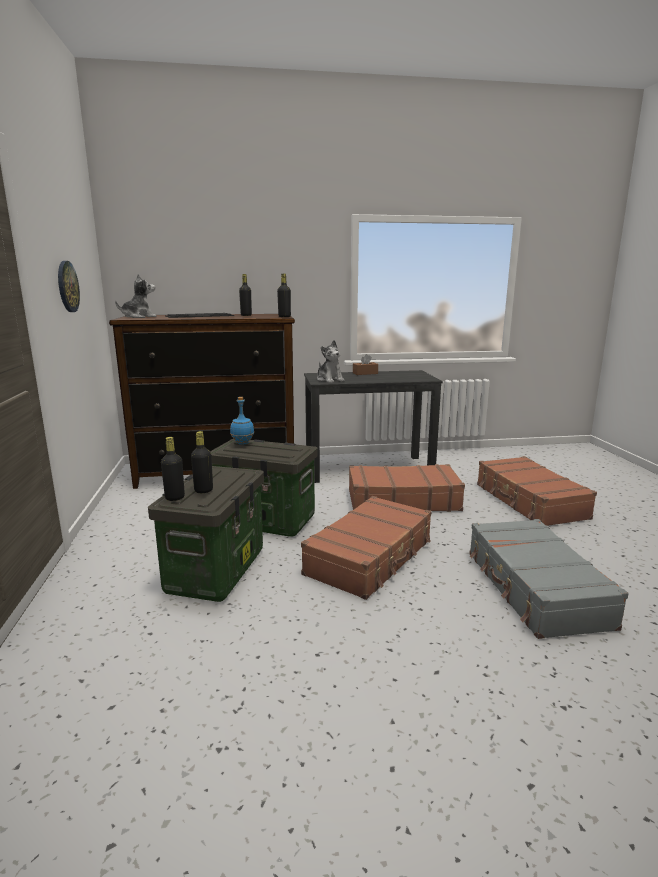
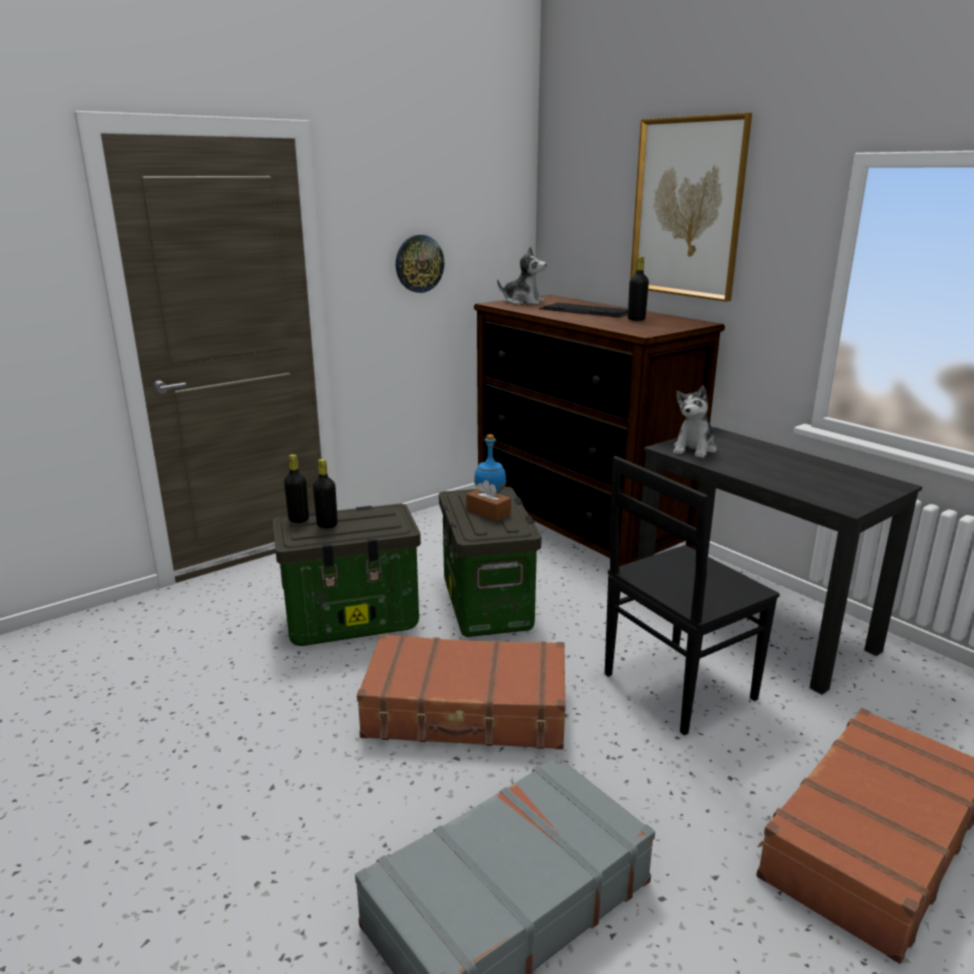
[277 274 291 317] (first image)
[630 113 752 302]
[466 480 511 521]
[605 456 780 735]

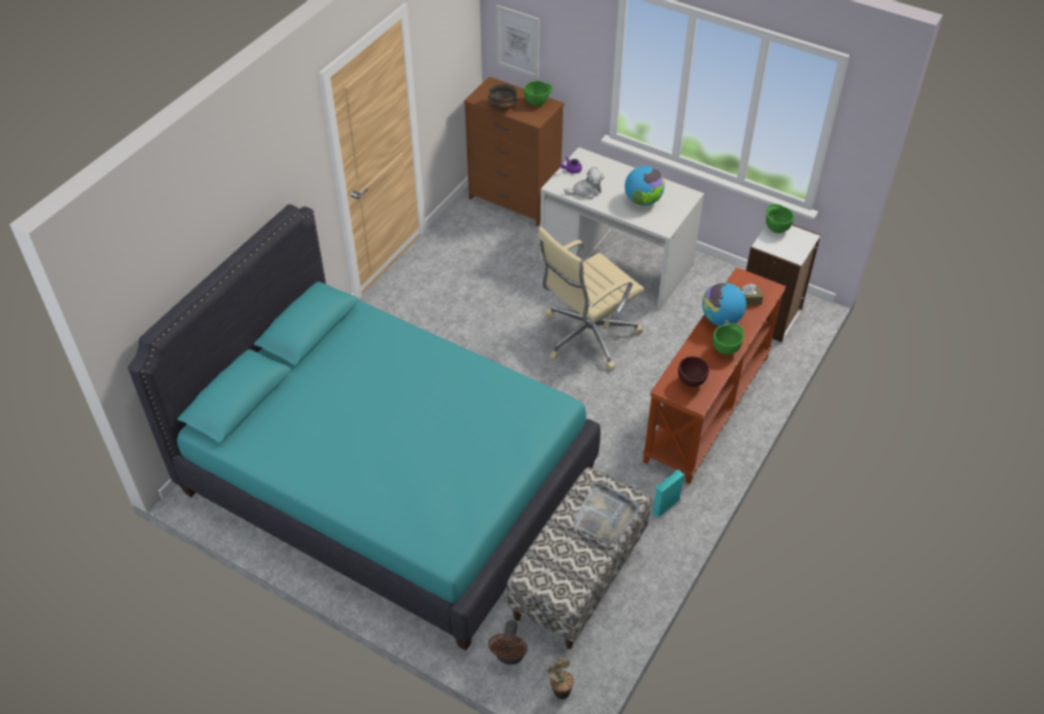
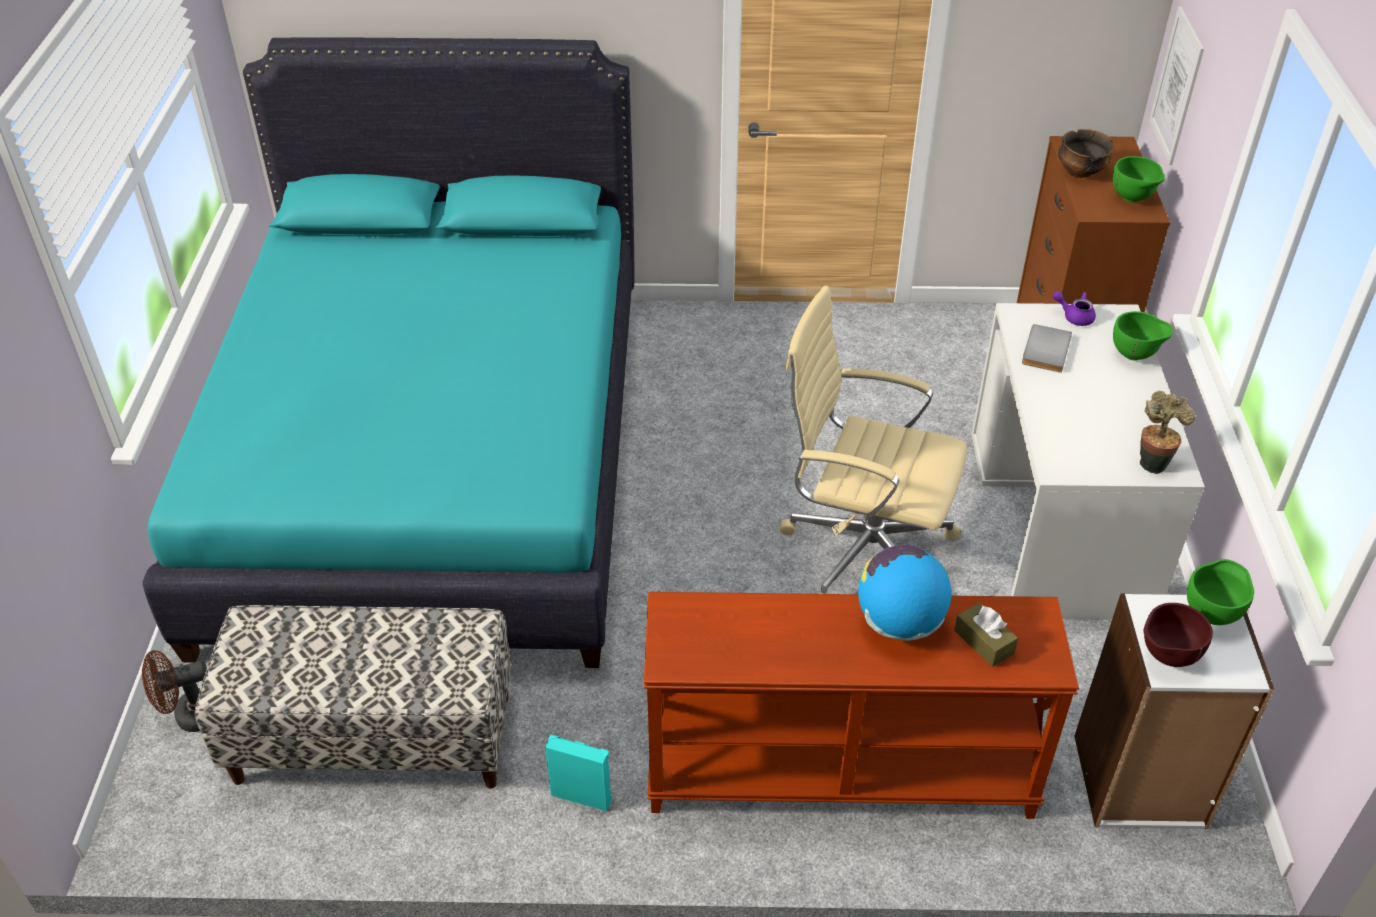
[572 481 640 545] (first image)
[625 166 665 206] (first image)
[1140 391 1195 474]
[1143 603 1213 667]
[1113 311 1173 360]
[1022 324 1072 373]

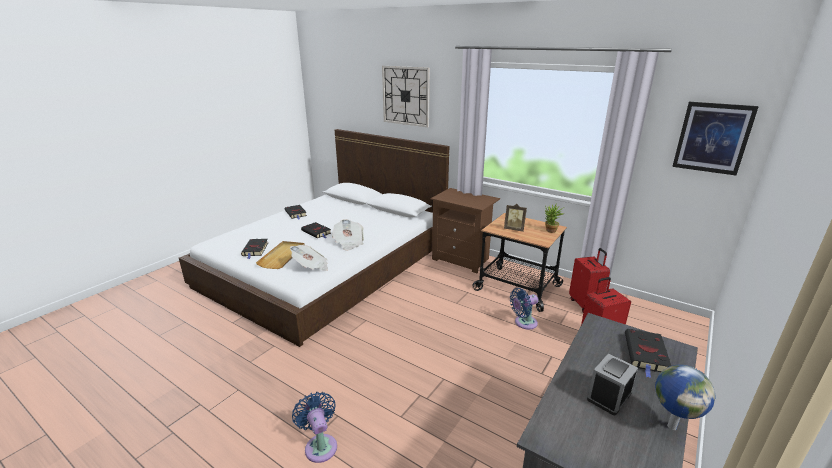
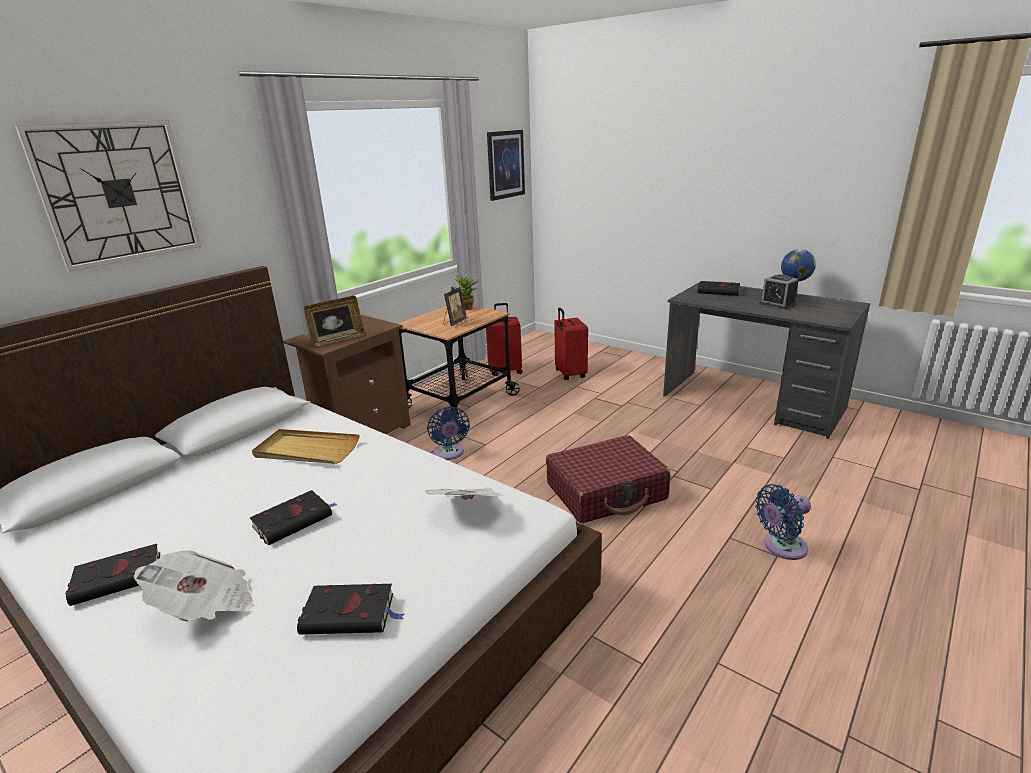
[304 296 365 346]
[546 435 670 523]
[252 429 359 464]
[134 550 254 622]
[427 407 470 460]

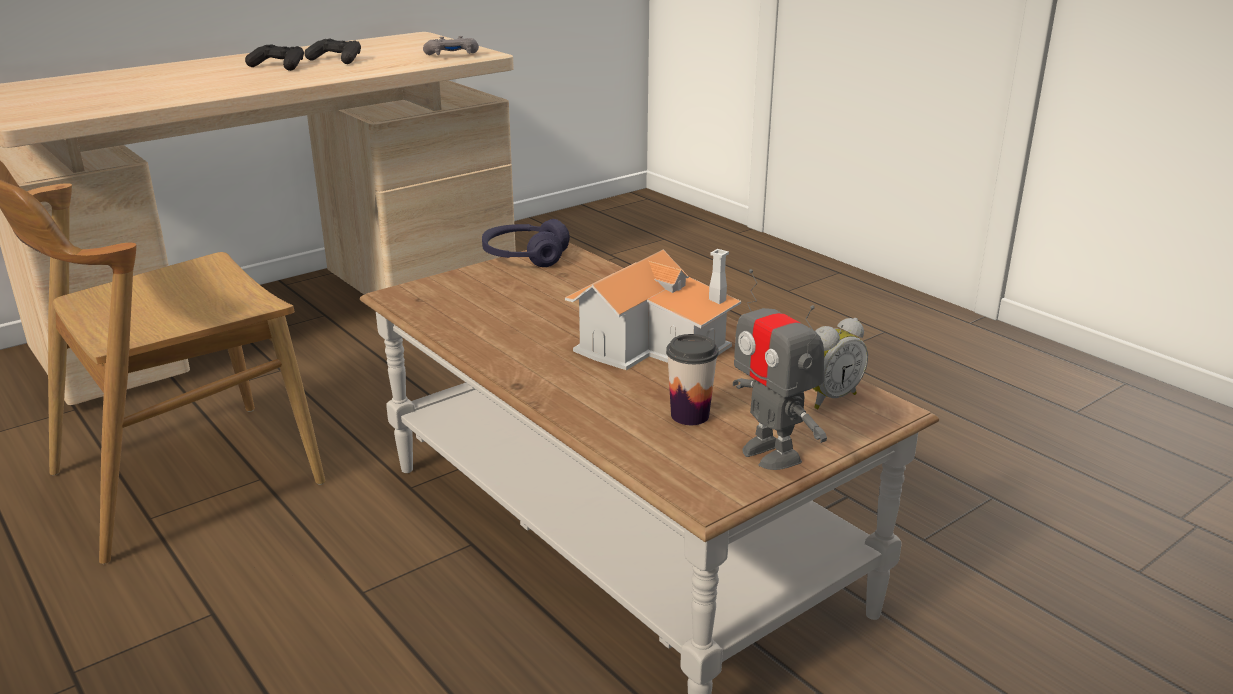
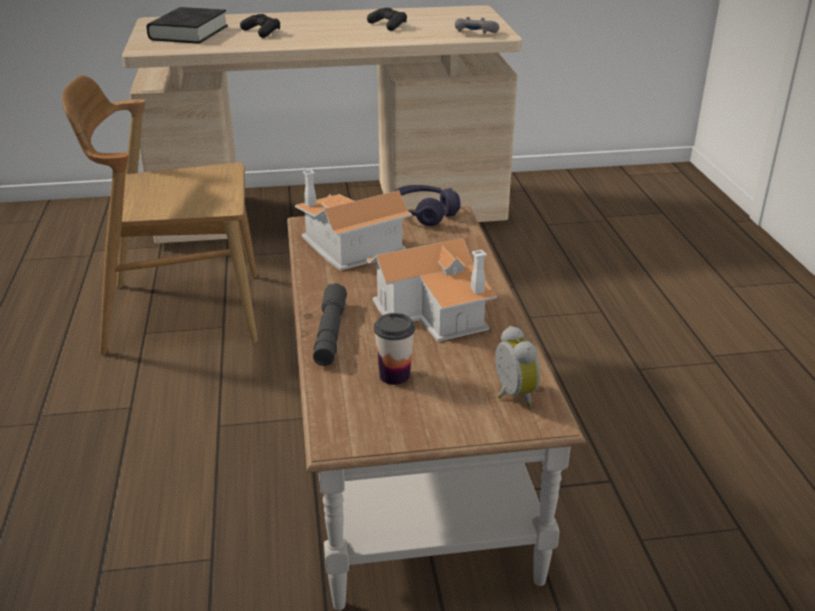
[733 269 827 470] (first image)
[146 7 228 44]
[295 170 412 271]
[313 283 347 366]
[240 14 280 38]
[495 326 540 407]

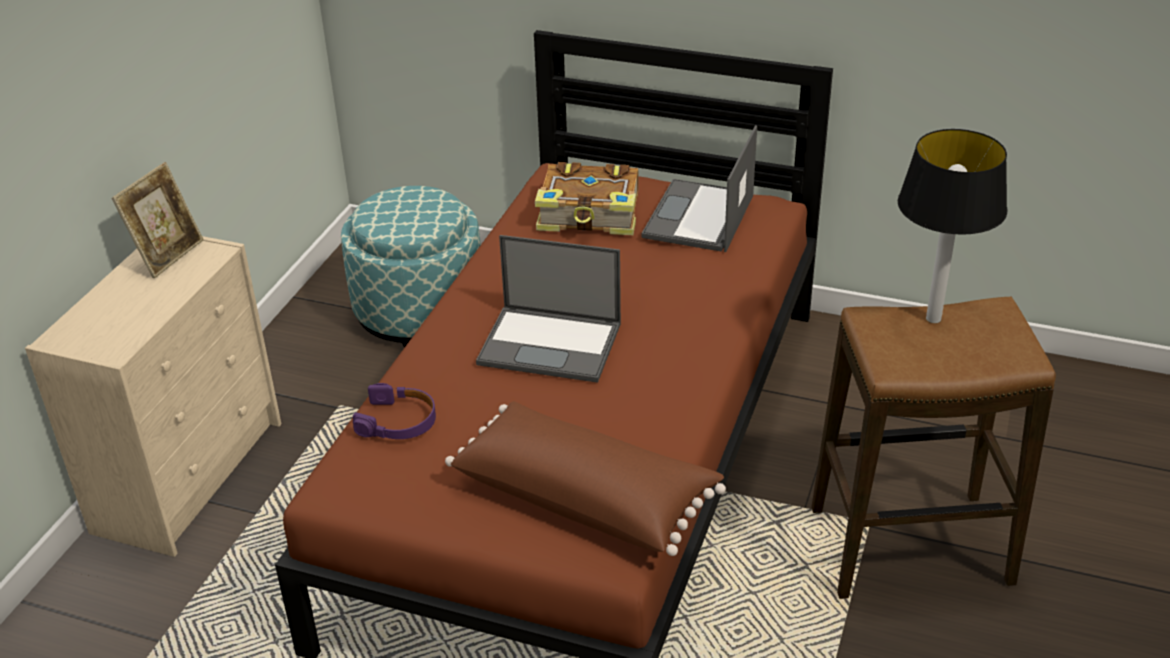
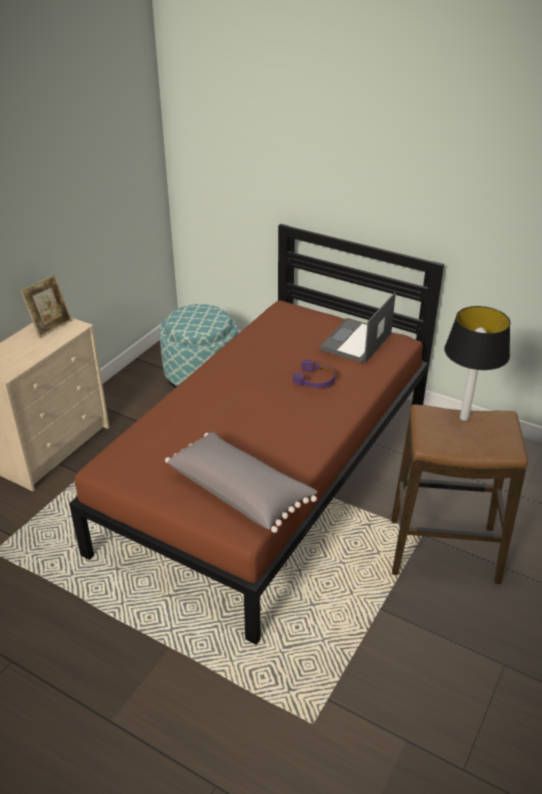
[476 235 621 383] (first image)
[535 162 639 235] (first image)
[293 360 335 388]
[165 432 317 533]

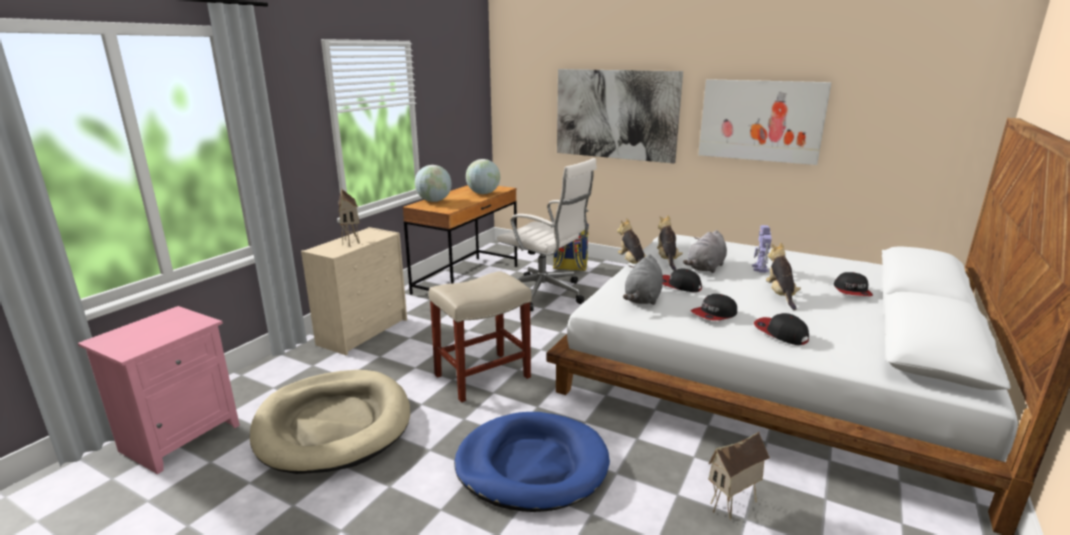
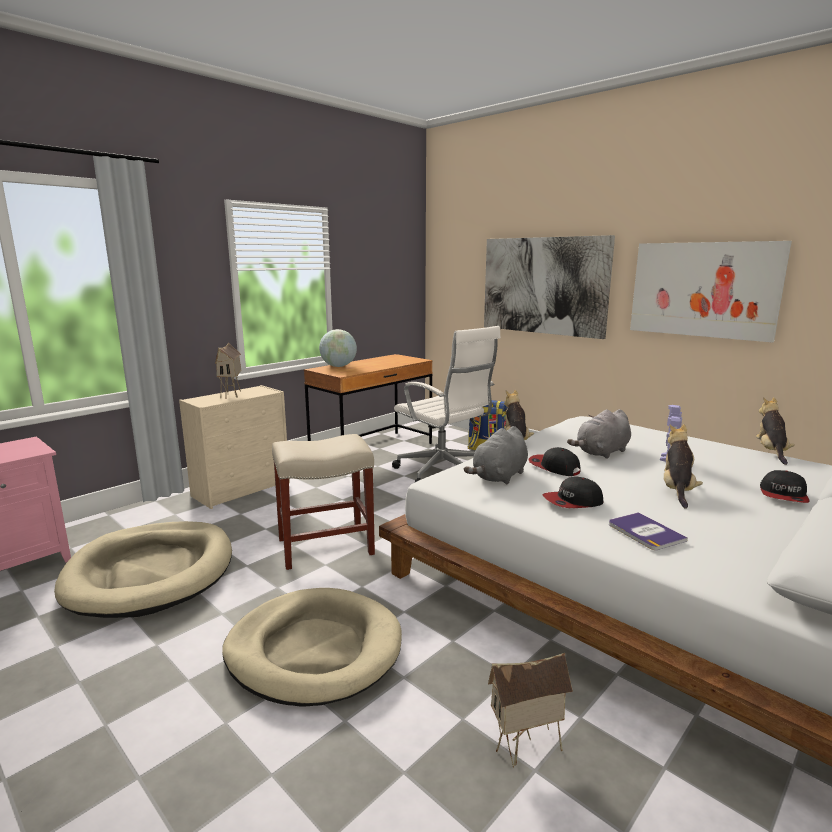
[466 159 500 194] (first image)
[756 397 795 465]
[609 512 688 550]
[222 588 402 707]

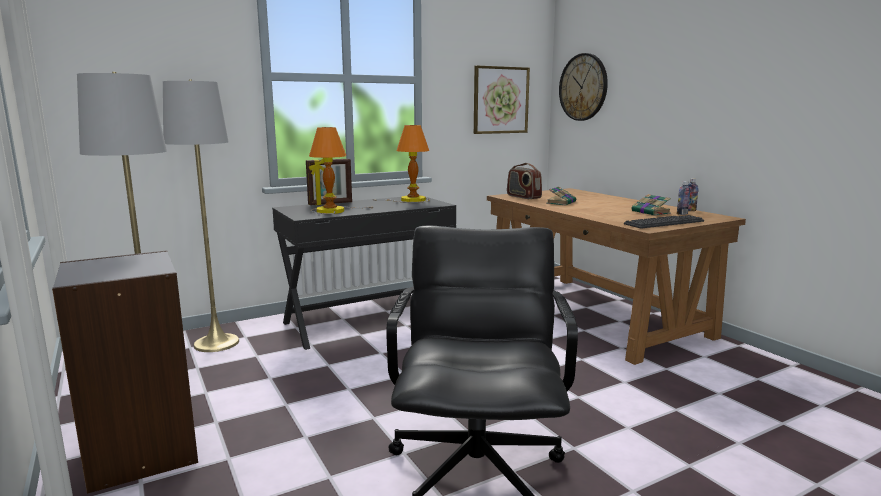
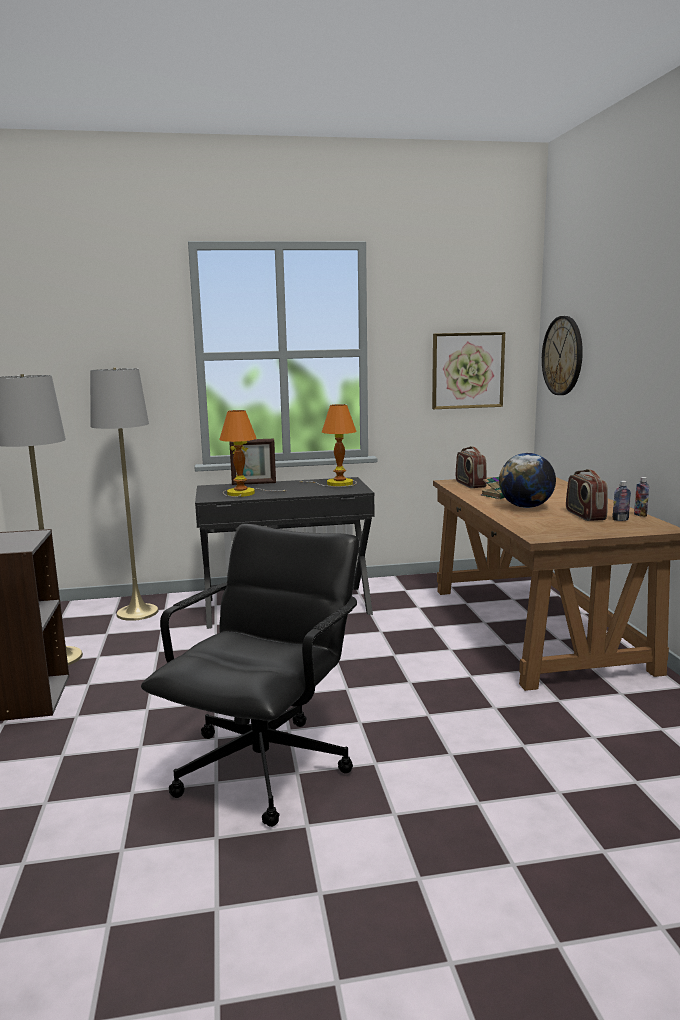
[624 215 704 229] (first image)
[499 453 556 508]
[566 469 608 521]

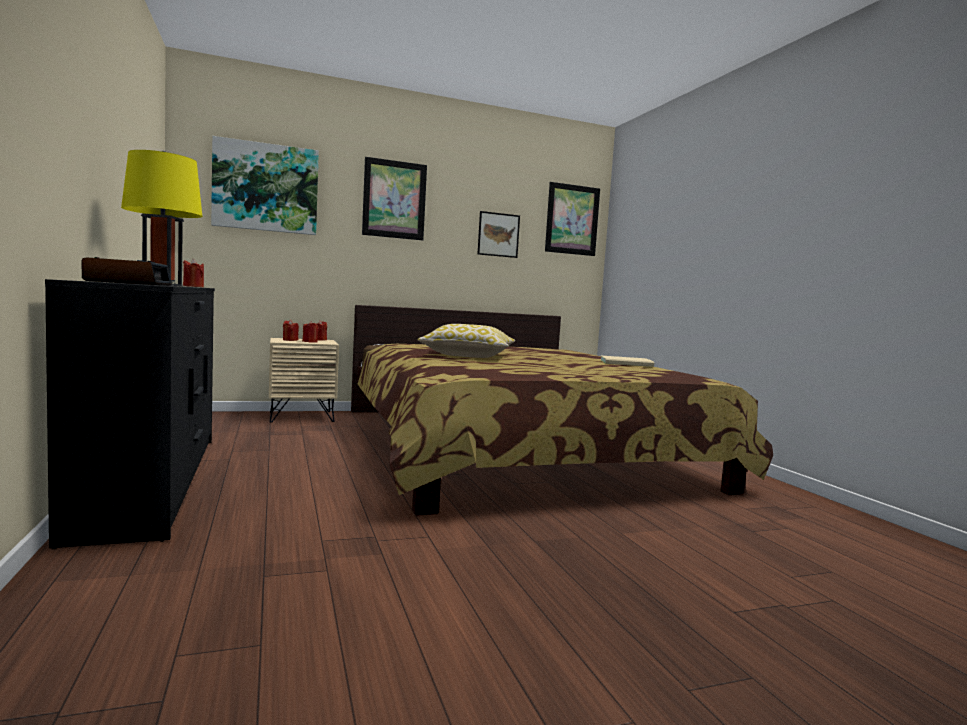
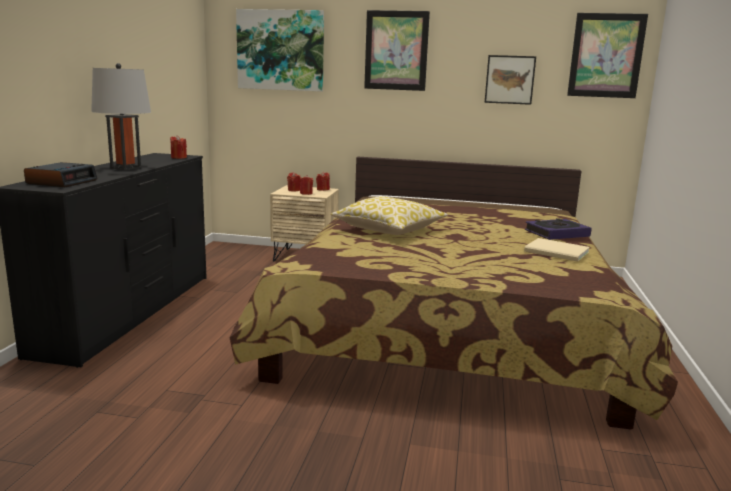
[525 218 592 240]
[91 63 151 170]

